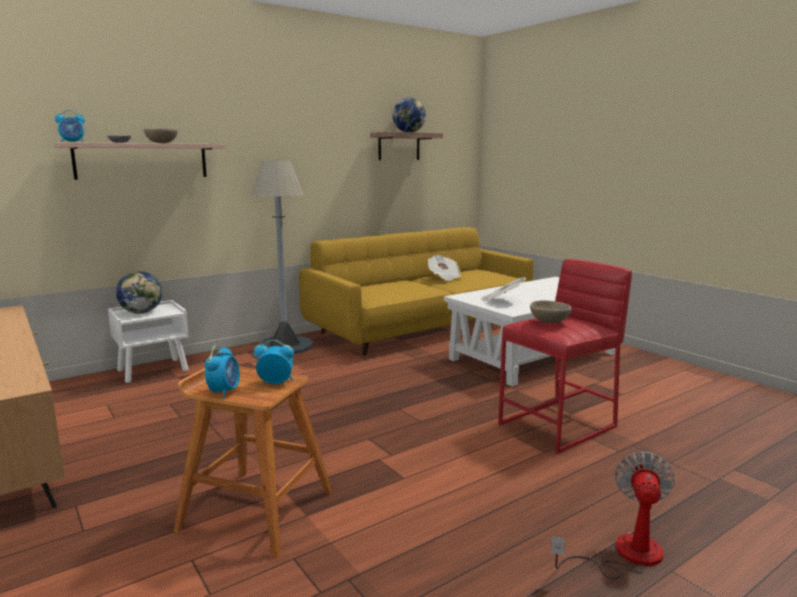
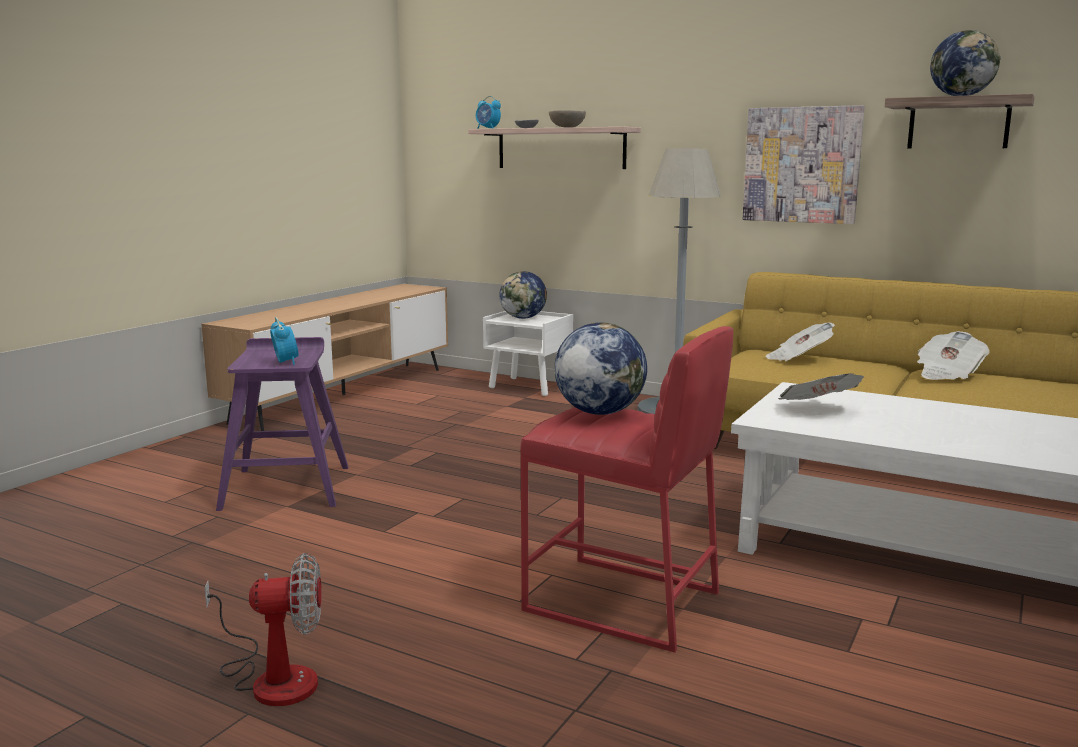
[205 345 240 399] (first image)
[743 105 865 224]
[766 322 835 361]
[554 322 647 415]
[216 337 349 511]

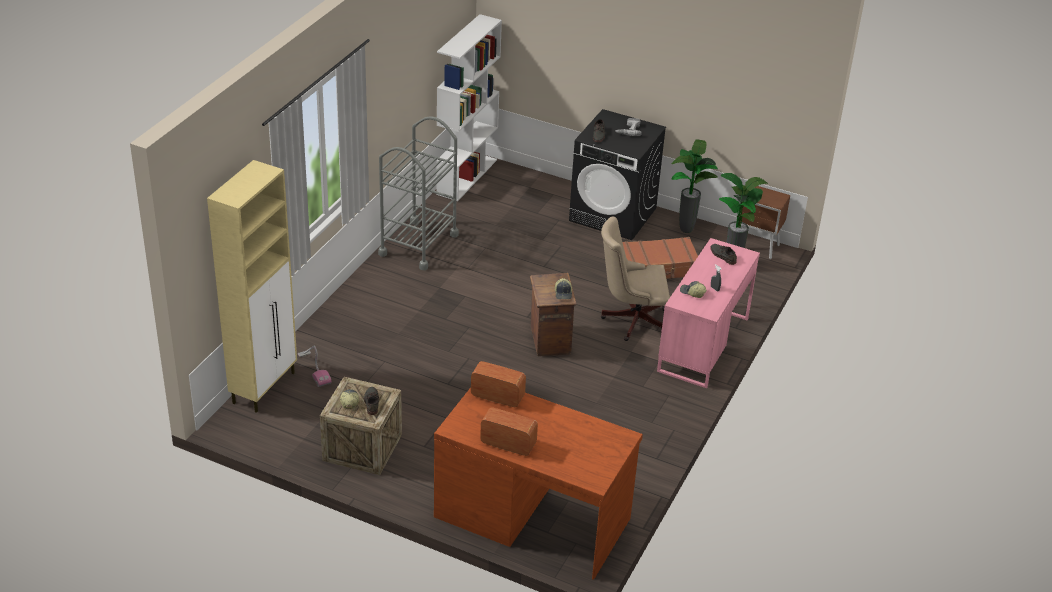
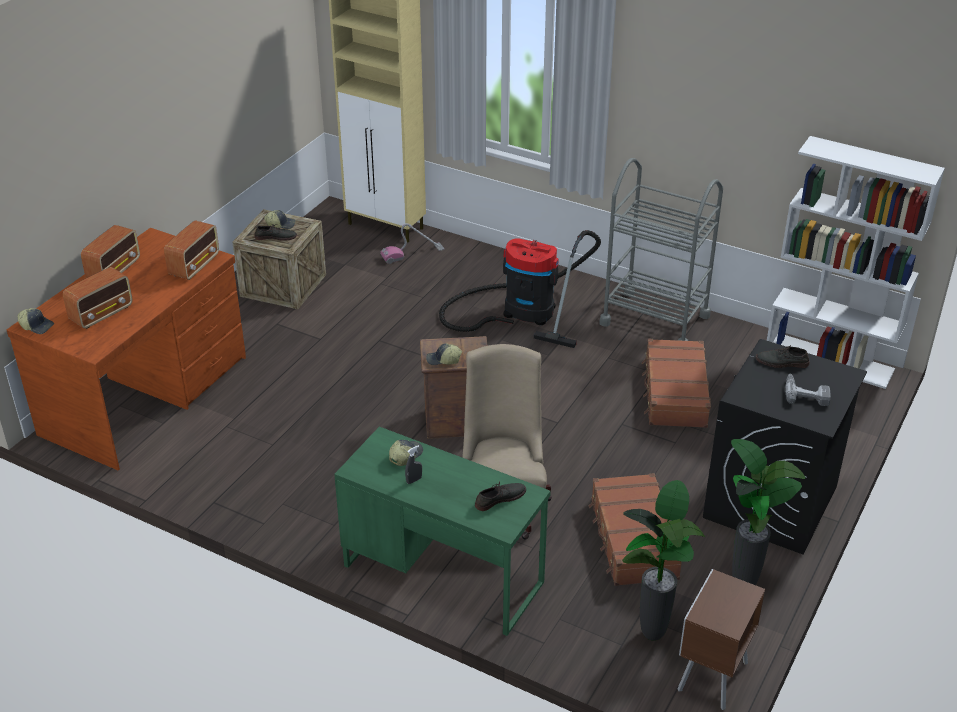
[17 308 54 334]
[63 267 133 329]
[439 230 601 348]
[642 339 711 428]
[334 427 551 636]

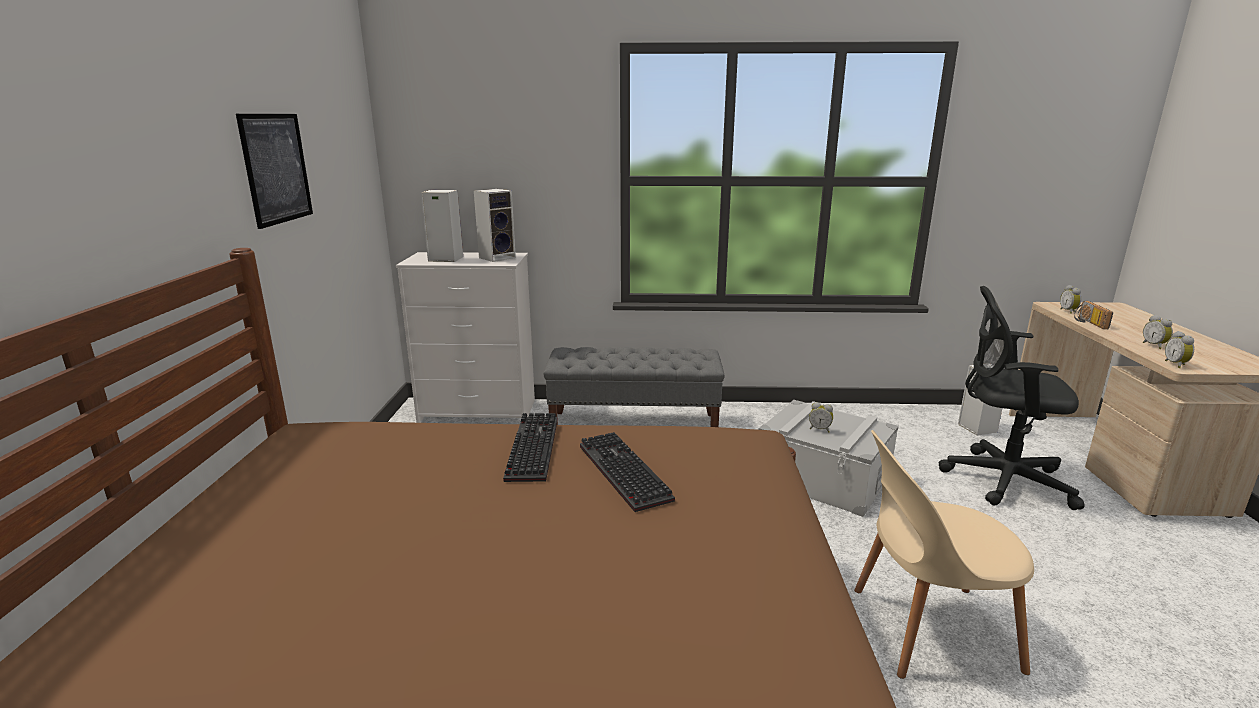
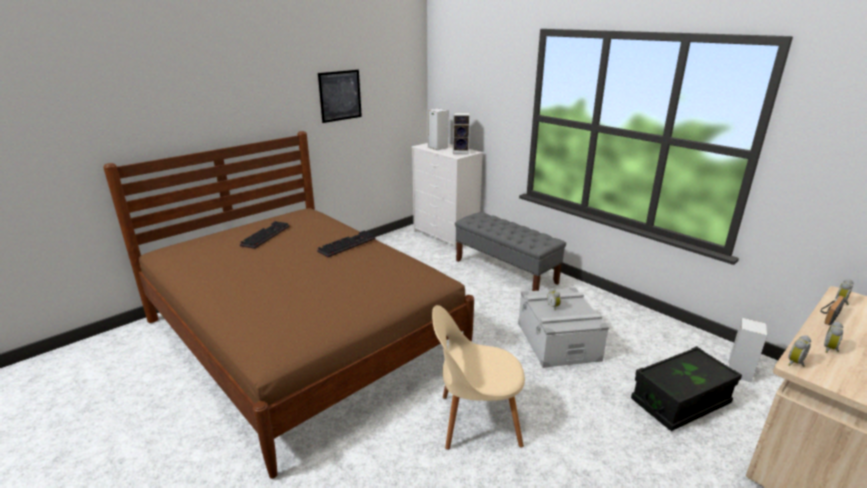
[240 221 290 249]
[631 346 742 431]
[432 305 525 450]

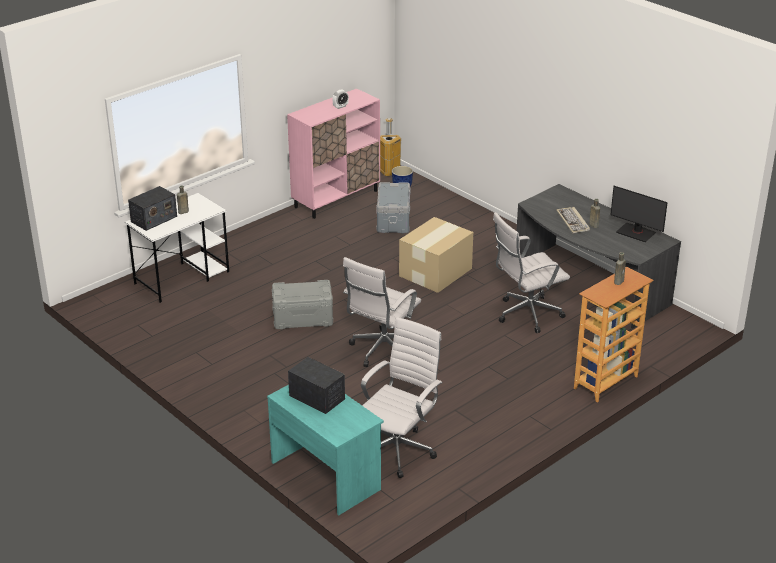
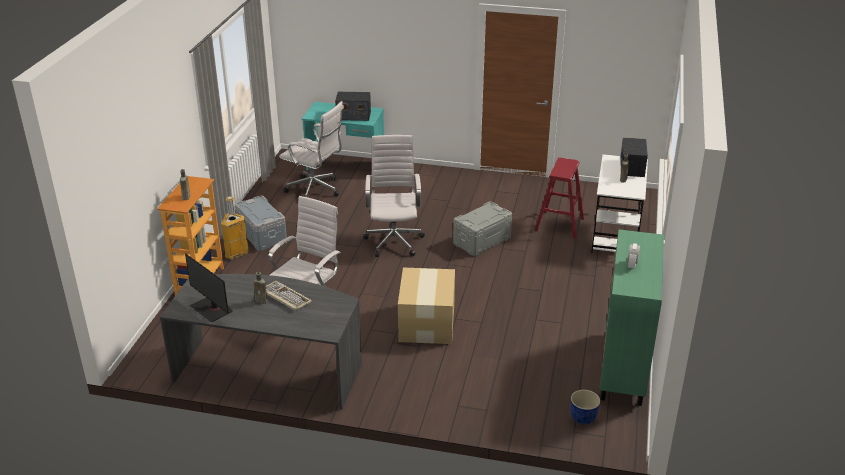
[534 157 584 239]
[235 195 287 251]
[221 196 249 260]
[599 230 664 406]
[279 101 344 197]
[185 253 233 323]

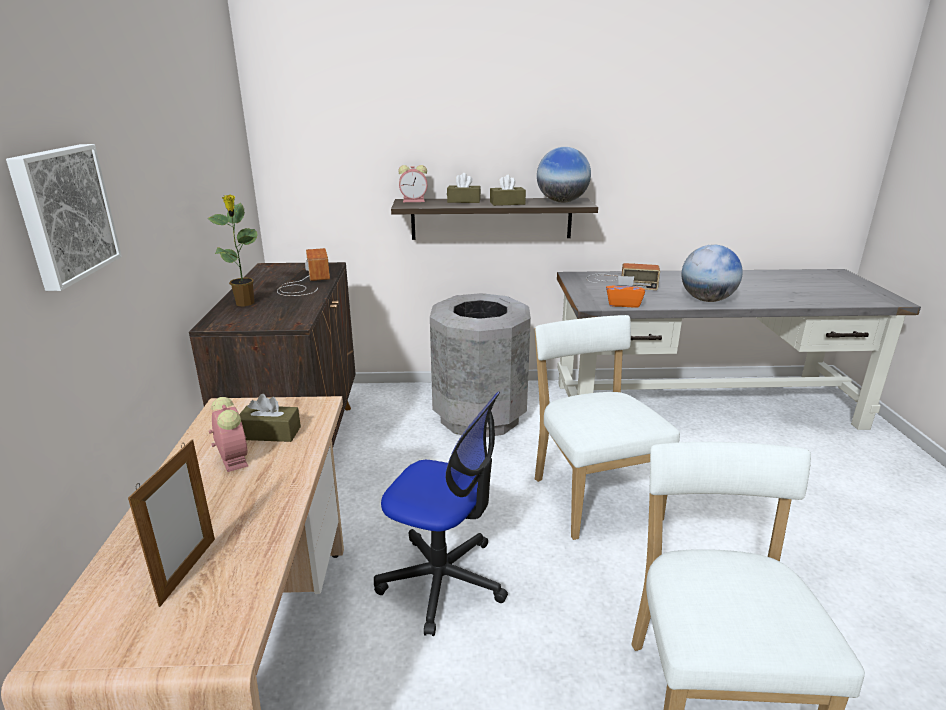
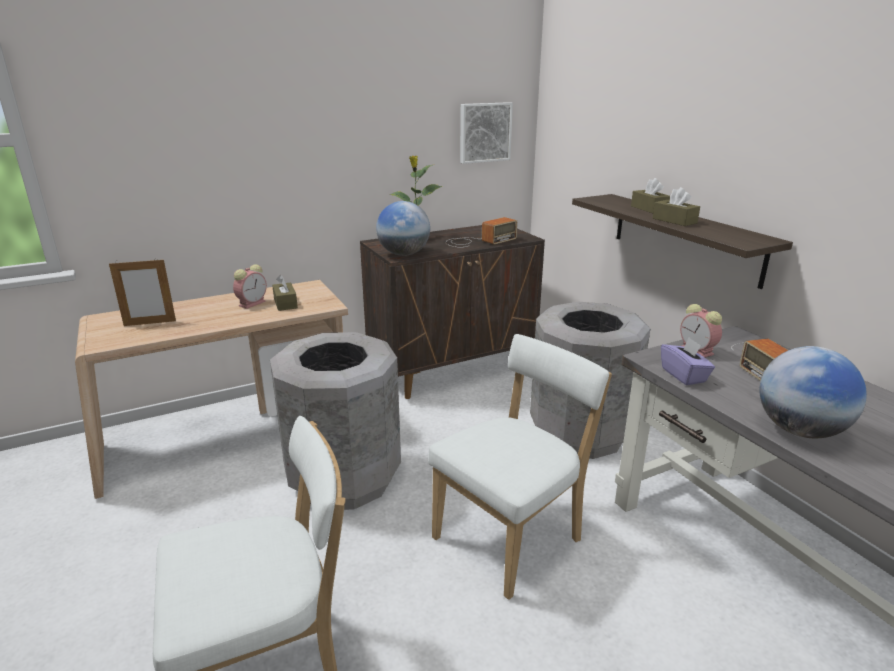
[460 102 513 164]
[680 304 722 358]
[376 201 430 256]
[270 332 401 510]
[661 338 715 385]

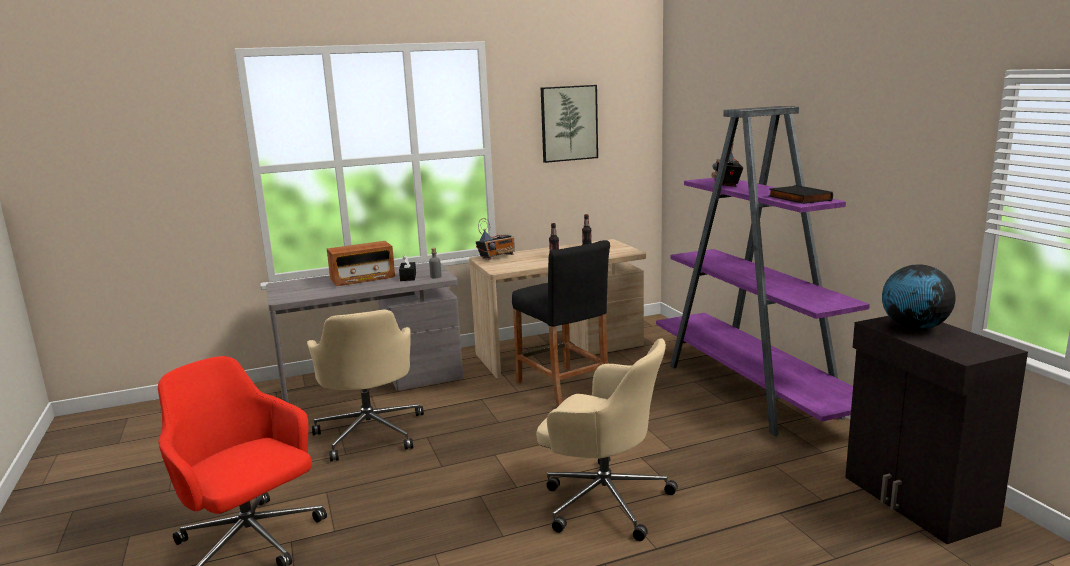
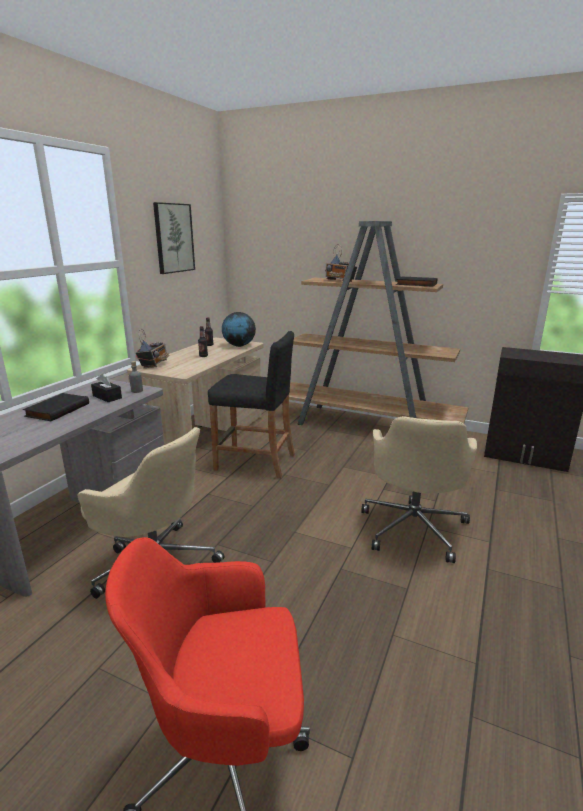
[222 312 256 347]
[23 393 89 421]
[289 221 469 425]
[361 416 477 563]

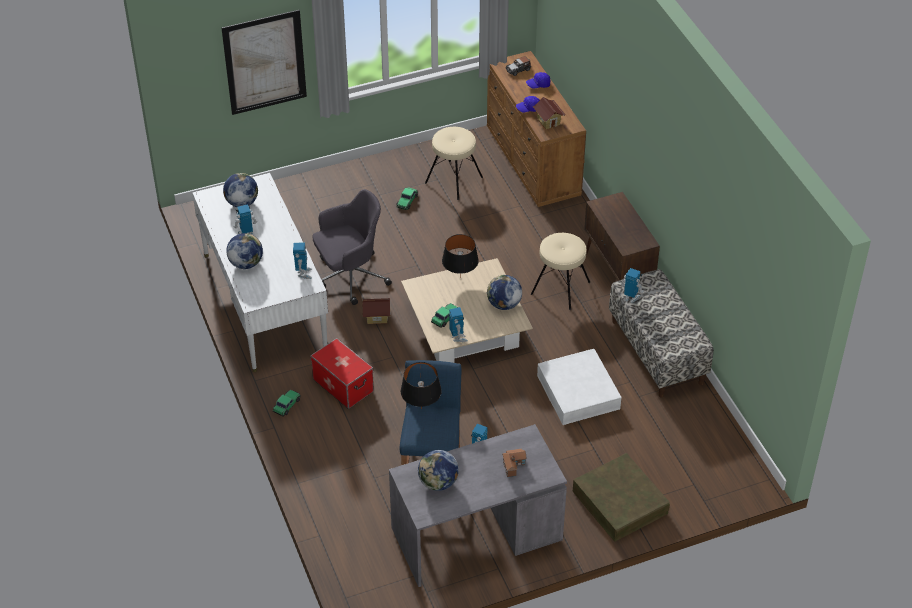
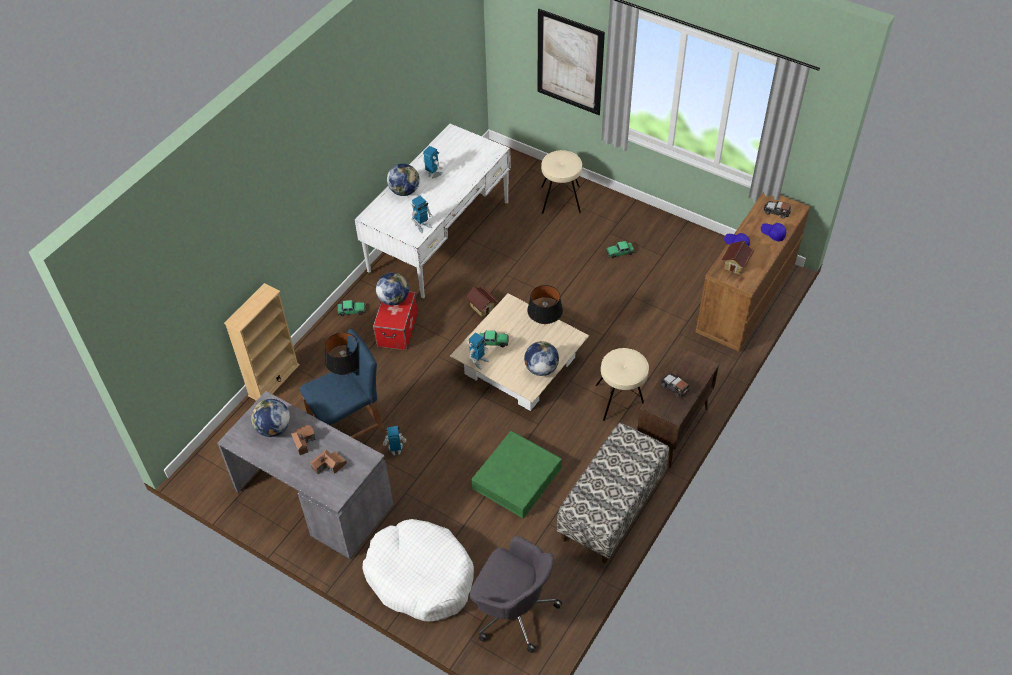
[620 268 644 303] (first image)
[224 283 300 401]
[291 424 316 455]
[661 373 689 397]
[376 273 409 305]
[470 536 562 653]
[541 150 582 214]
[363 519 474 621]
[472 431 562 519]

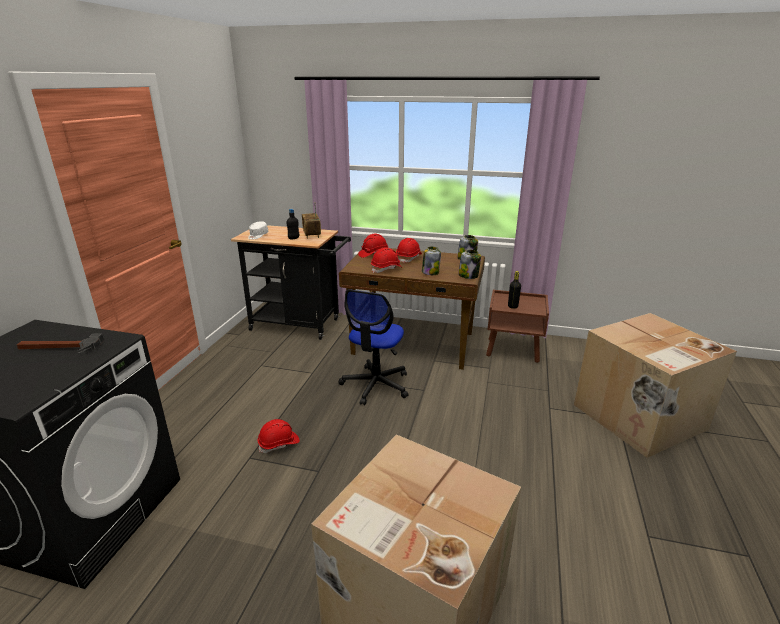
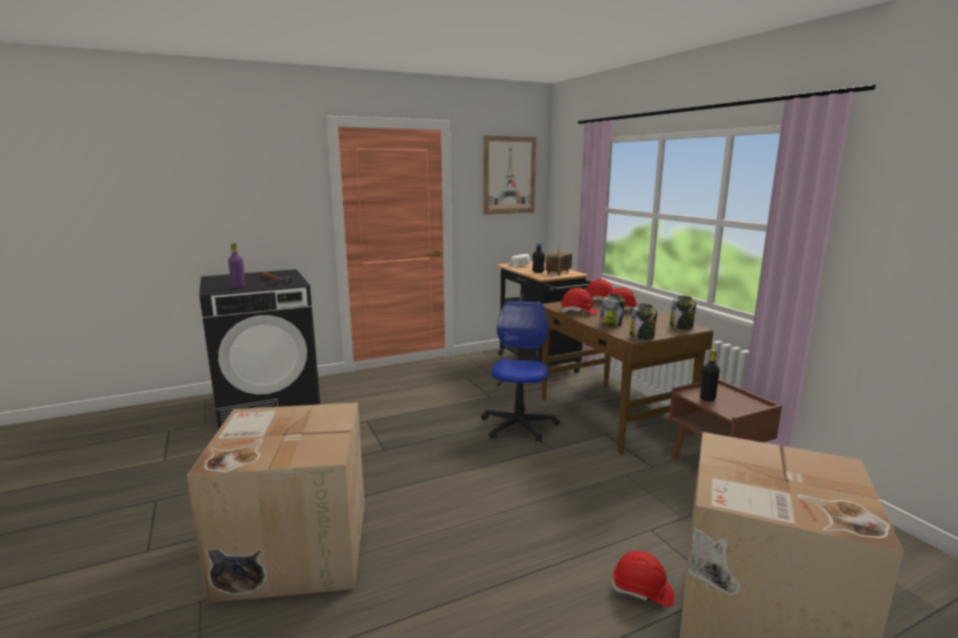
[228 243 245 288]
[483 136 536 215]
[611 551 674 607]
[481 301 560 442]

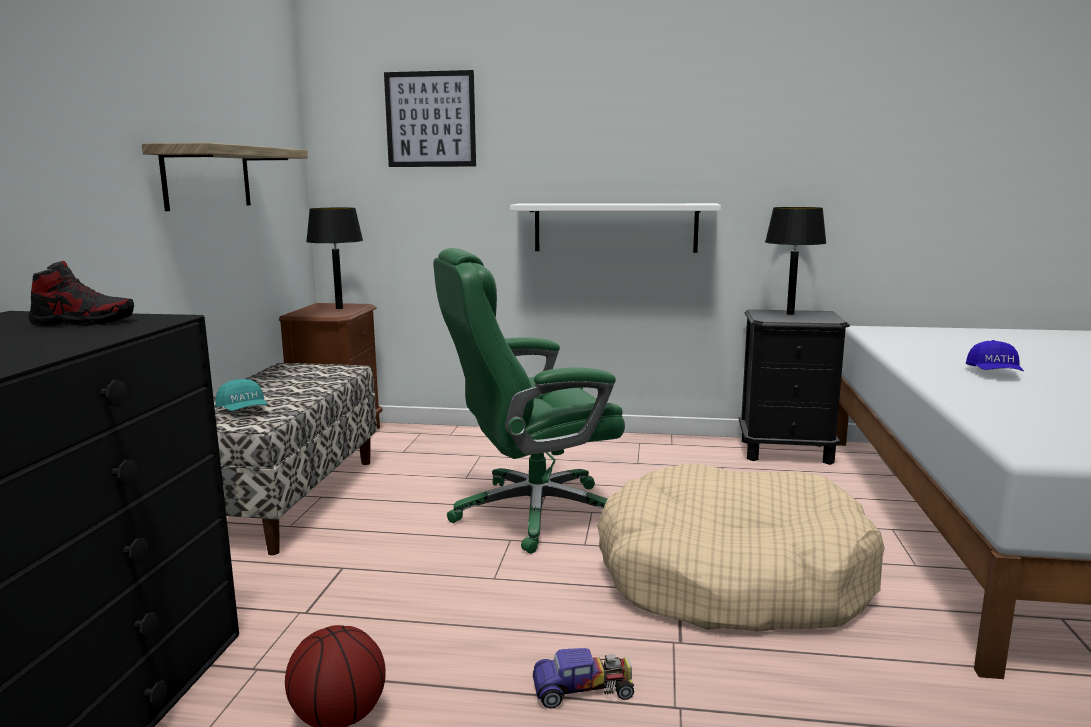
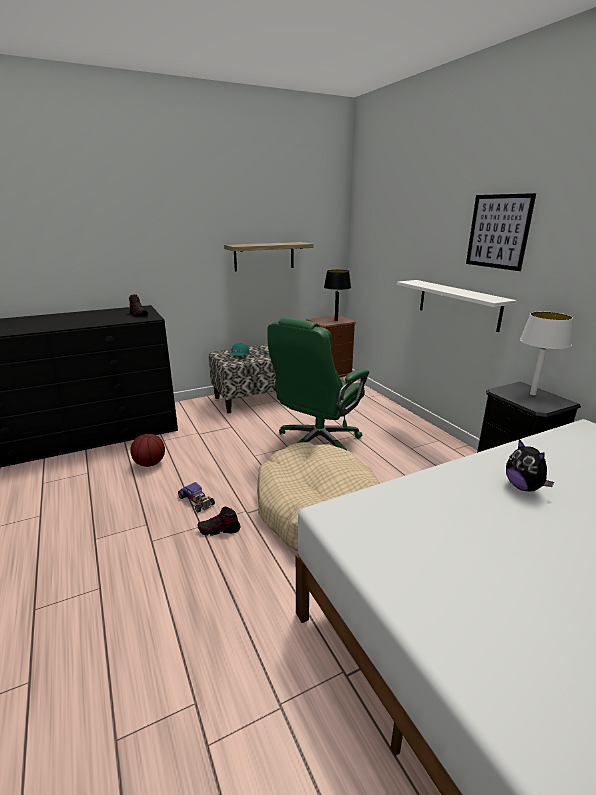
[198 507 240 536]
[466 193 536 271]
[506 439 554 491]
[520 312 573 395]
[267 318 369 450]

